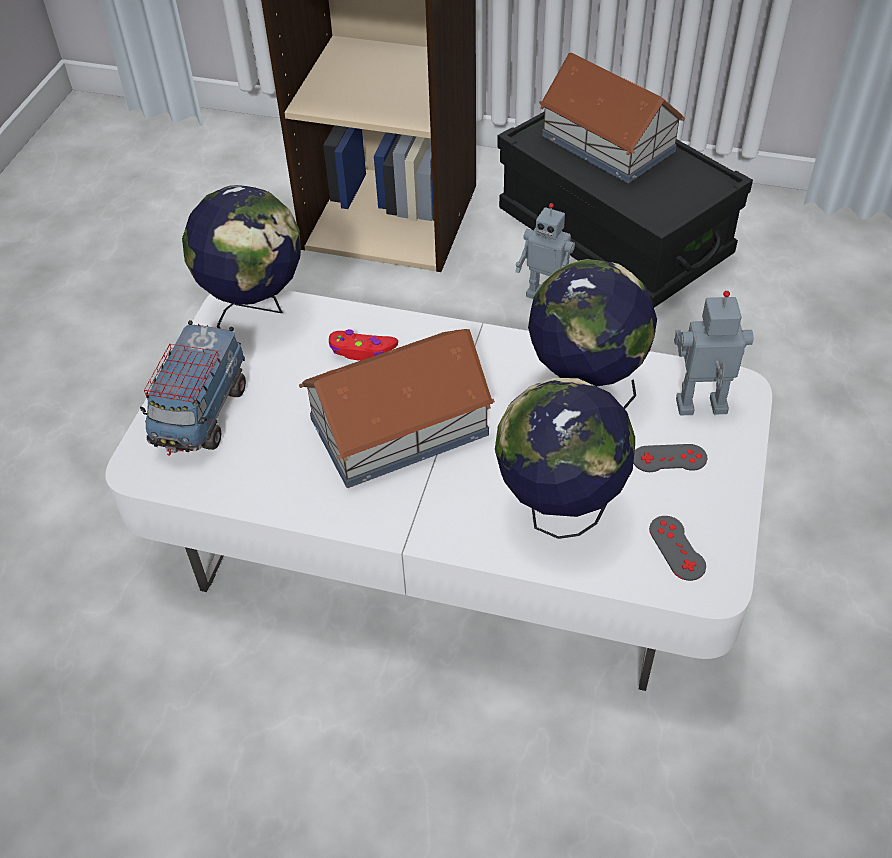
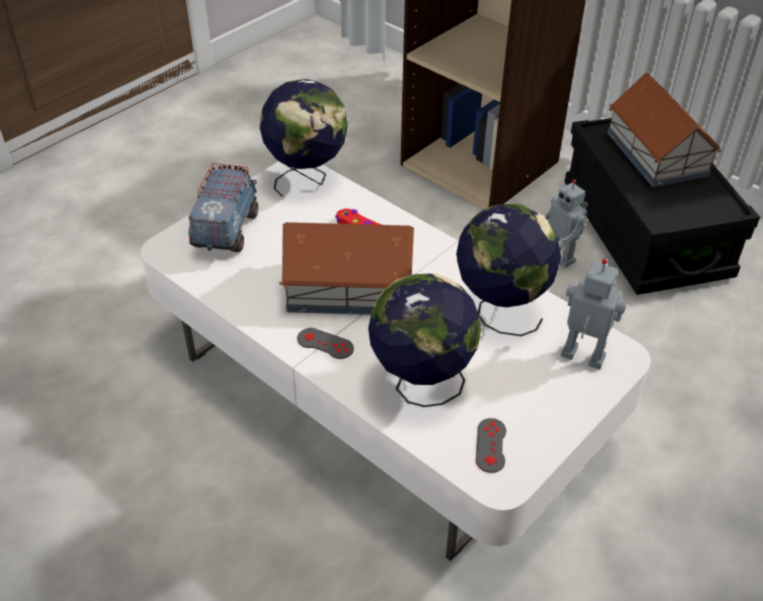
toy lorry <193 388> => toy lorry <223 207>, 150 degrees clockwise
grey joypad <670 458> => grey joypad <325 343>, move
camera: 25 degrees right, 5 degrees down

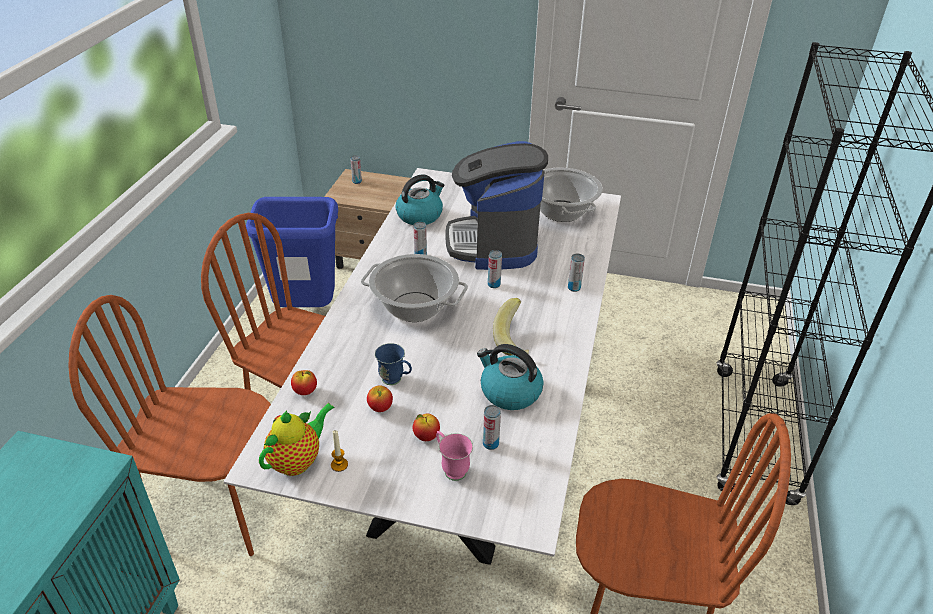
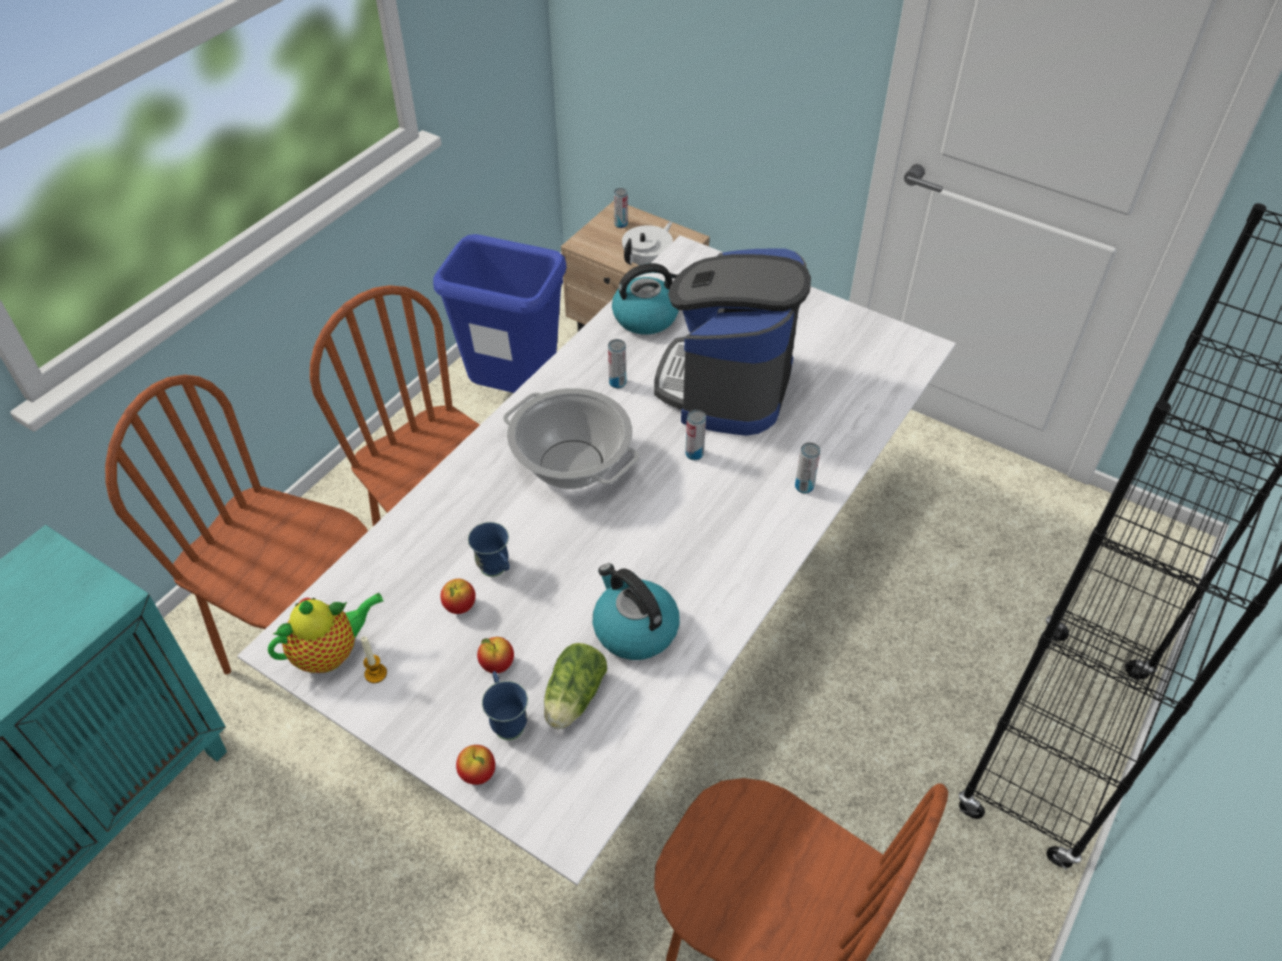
saucepot <571 195> => nothing
whole banana <511 326> => nothing
whole apple <304 382> => whole apple <475 765>, move
can <492 427> => head of lettuce <575 686>
pink-coloured coffee mug <454 456> => blue-coloured coffee mug <505 705>
nothing => whitish tea pot <647 243>
camera: 20 degrees right, 10 degrees up

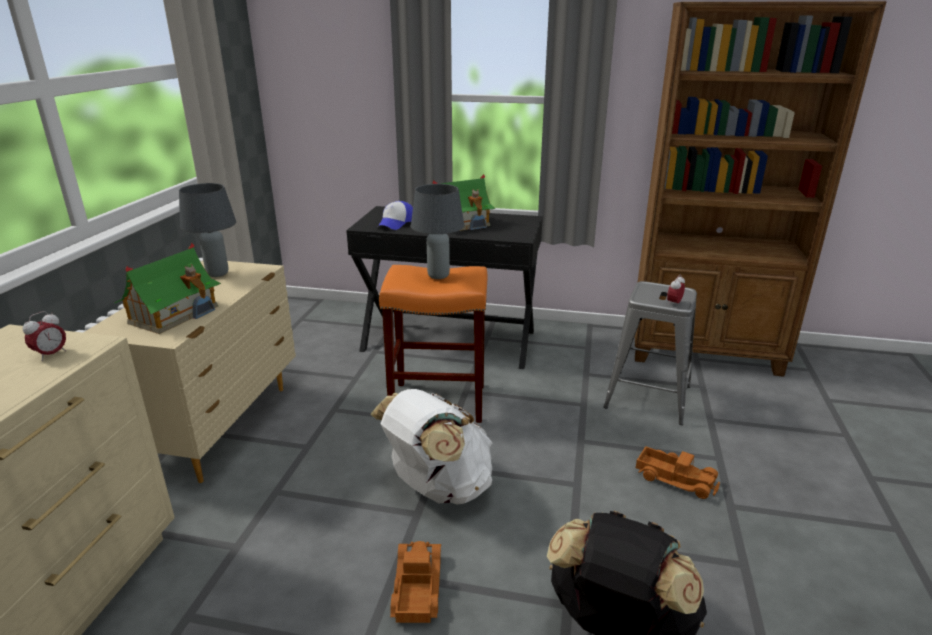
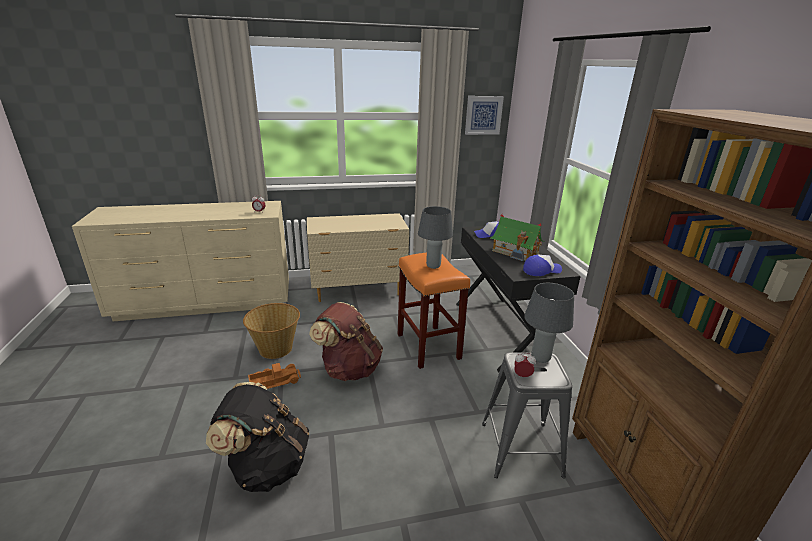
grey table lamp <207 230> => grey table lamp <549 323>, move
miniature house <167 288> => nothing
whitish knapsack <431 447> => brown-coloured knapsack <346 341>
toy lorry <678 472> => nothing
nothing => picture <484 115>
nothing => baseball cap <542 265>
nothing => household basket <271 331>
camera: 65 degrees right, 0 degrees up

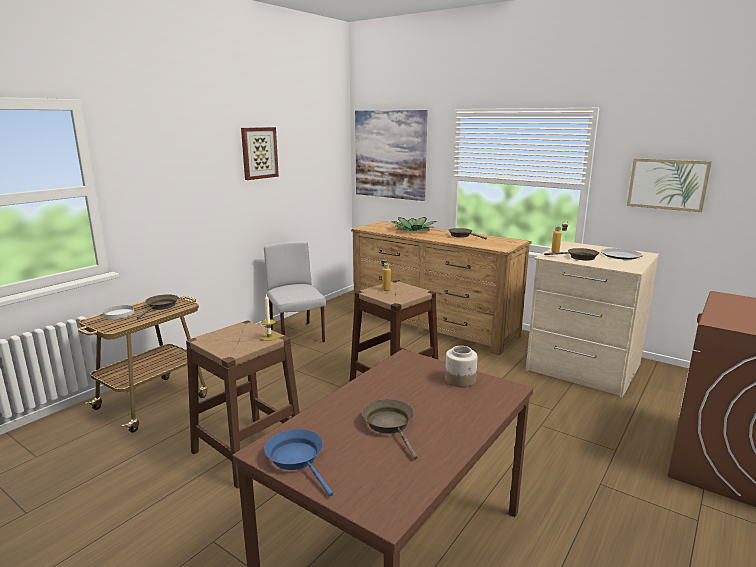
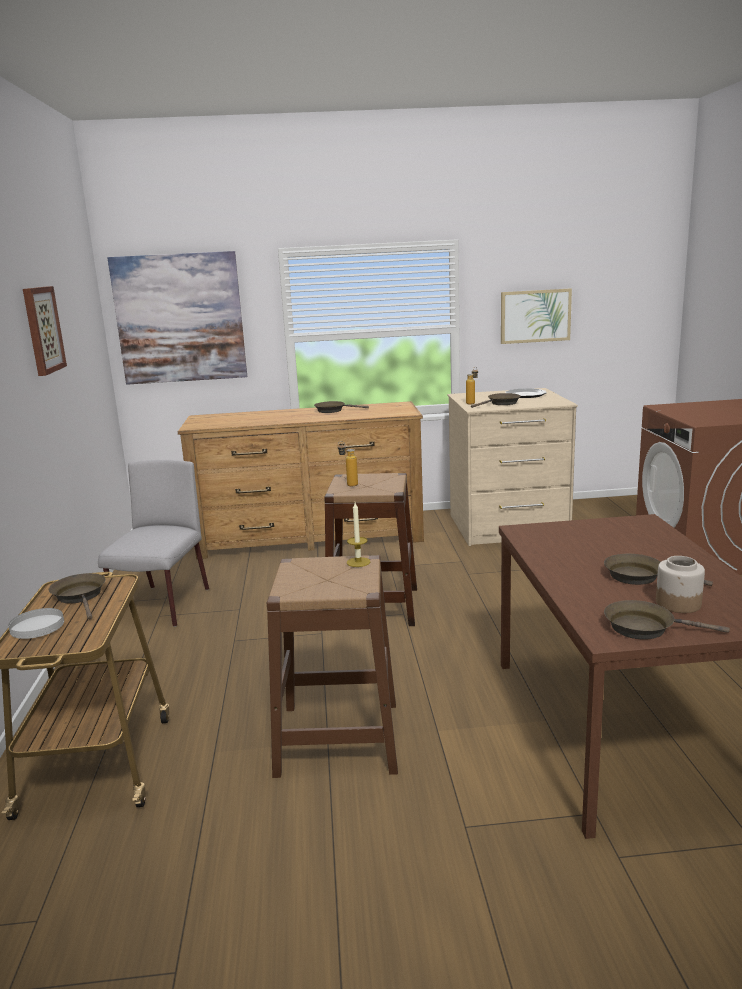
houseplant <413 224> => nothing
grey chair <295 292> => grey chair <153 543>, 75 degrees clockwise
jar <461 366> => jar <680 584>, move
blue-coloured pan <298 462> => brown-coloured pan <667 620>
camera: 40 degrees left, 0 degrees up

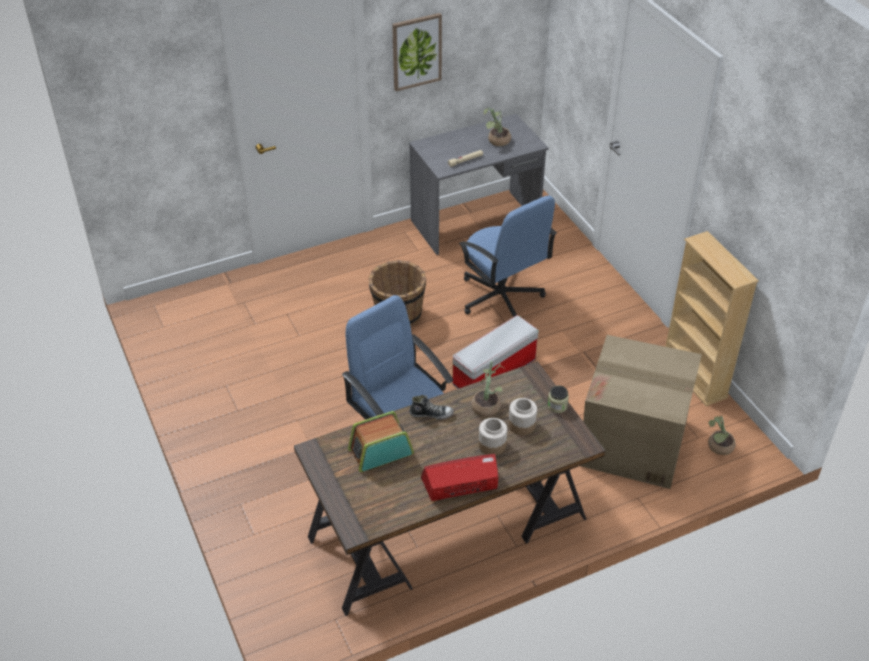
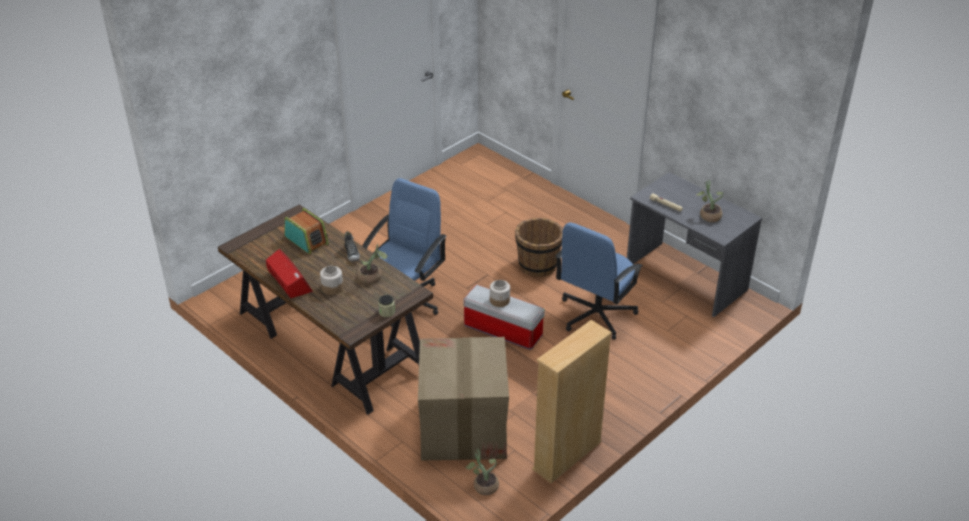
picture <417 52> => nothing
jar <522 416> => jar <500 293>, move
camera: 70 degrees right, 5 degrees down

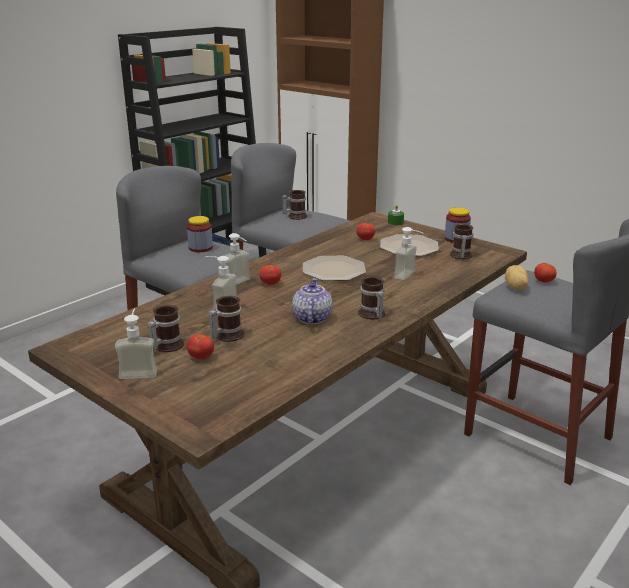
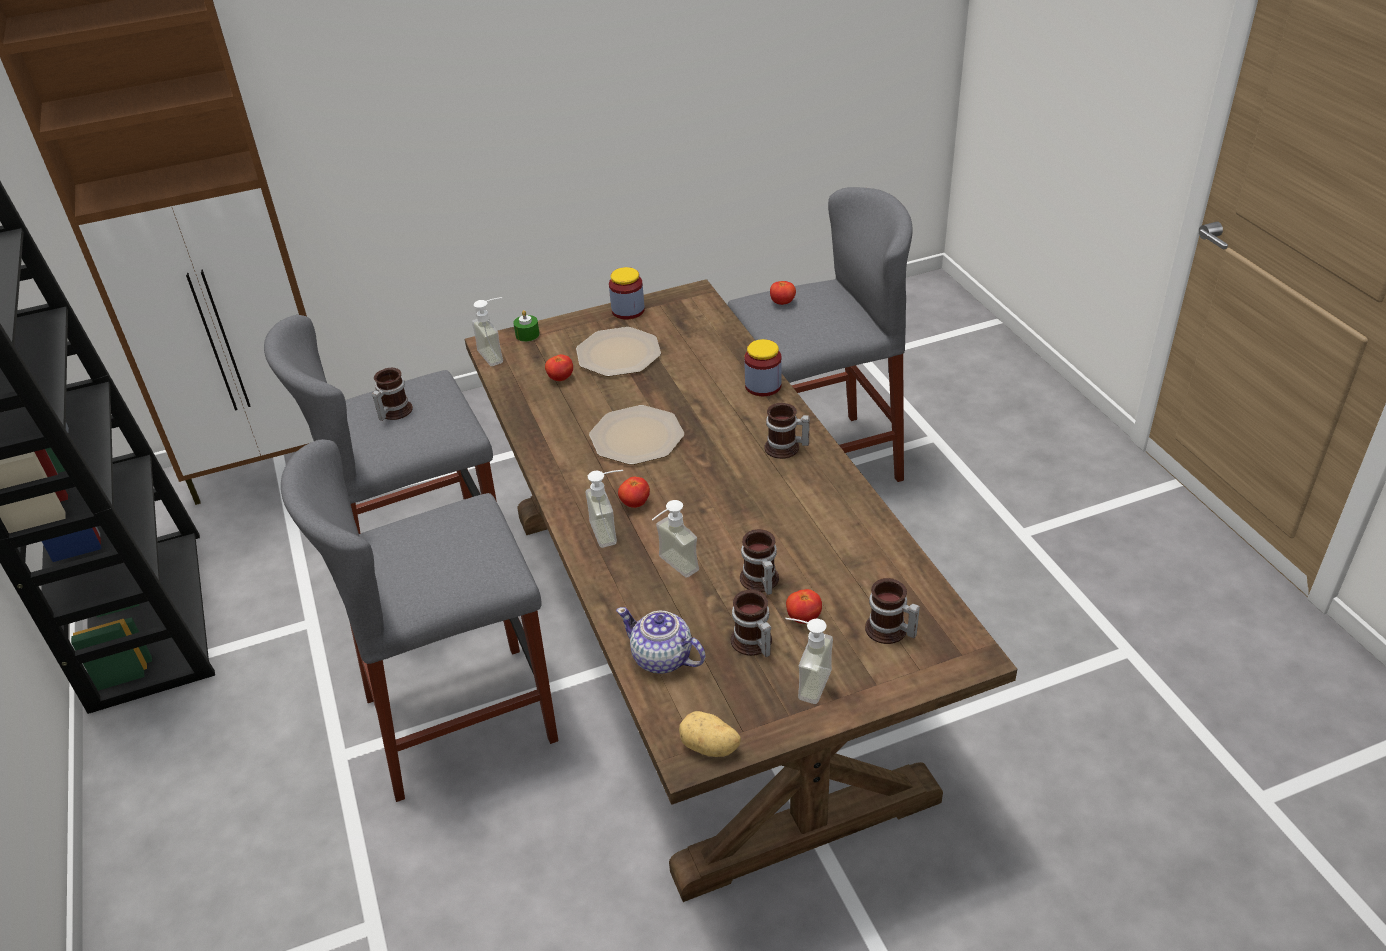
jar <200 234> => jar <763 367>, move
coffee mug <461 241> => coffee mug <892 611>, move
liquid soap bottle <409 253> => liquid soap bottle <487 331>, move
whole potato <516 277> => whole potato <710 734>, move
tea pot <312 301> => tea pot <661 640>, move
camera: 60 degrees left, 15 degrees up

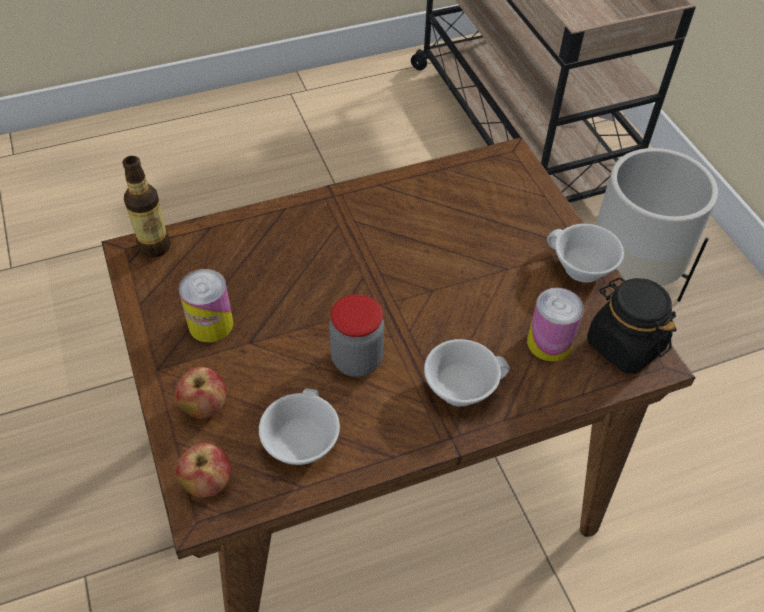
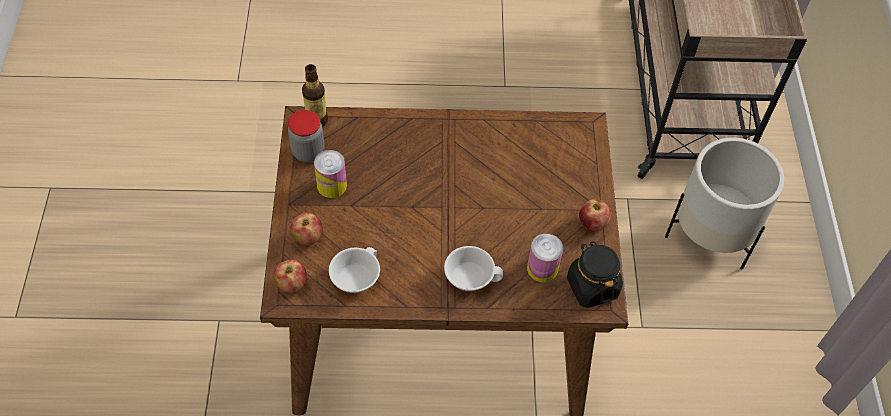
whitish small cup <585 253> => whole apple <595 215>
jar <356 335> => jar <306 136>, move
camera: 20 degrees right, 5 degrees up

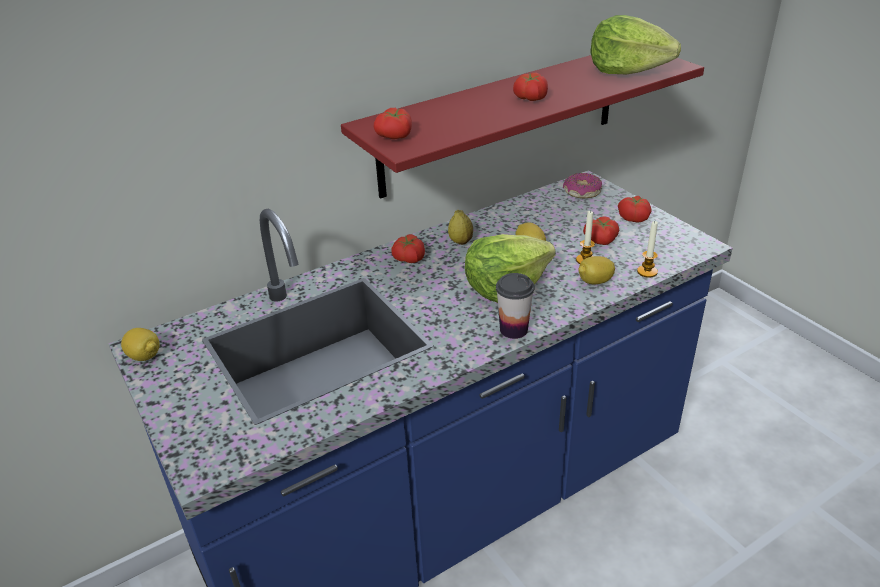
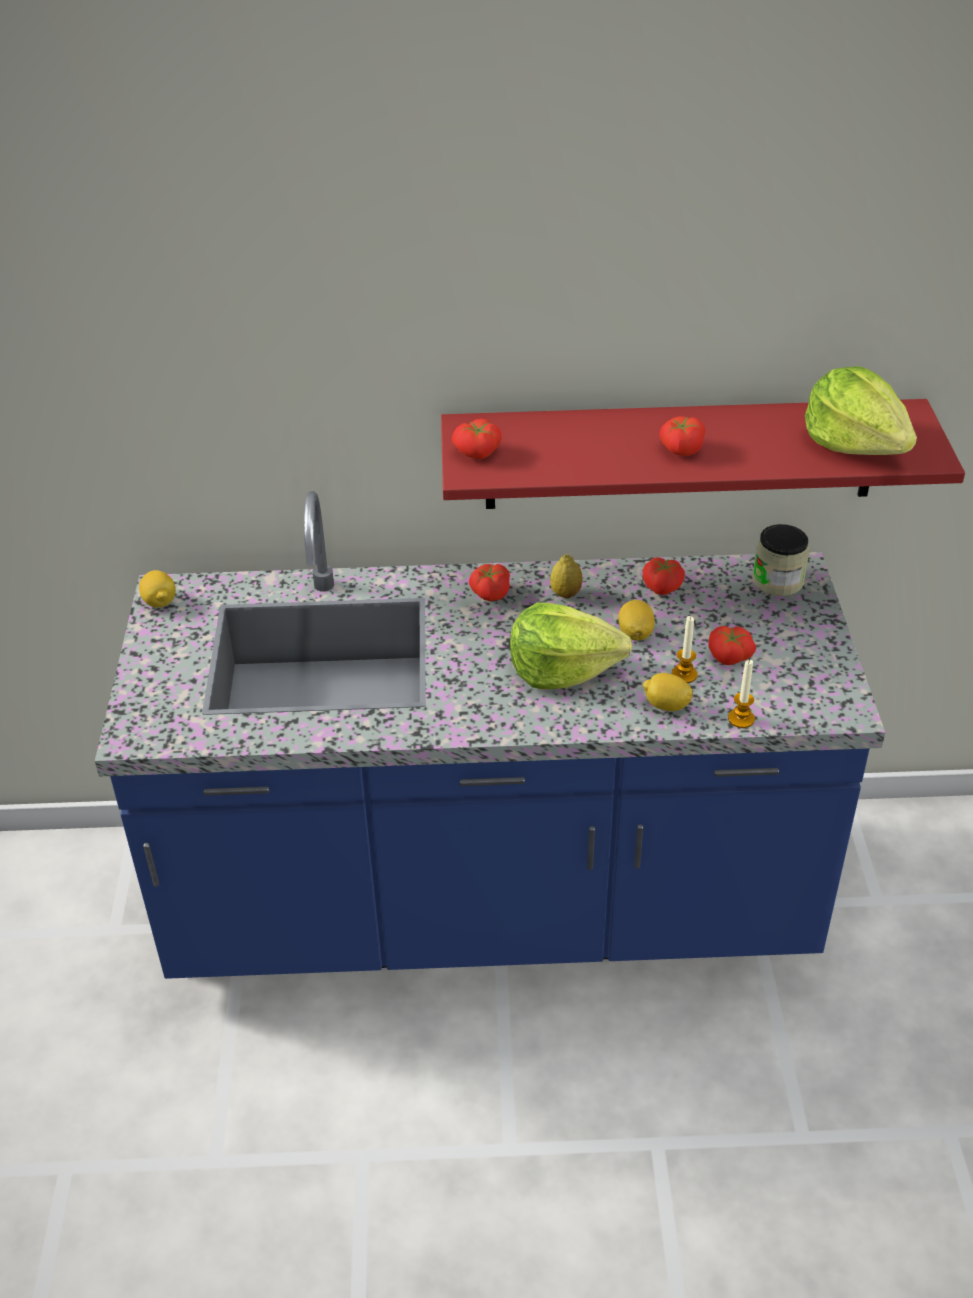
ring doughnut <582 185> => jar <781 560>
whole tomato <634 209> => whole tomato <664 576>, move
small cup <515 306> => nothing
camera: 30 degrees right, 5 degrees up

